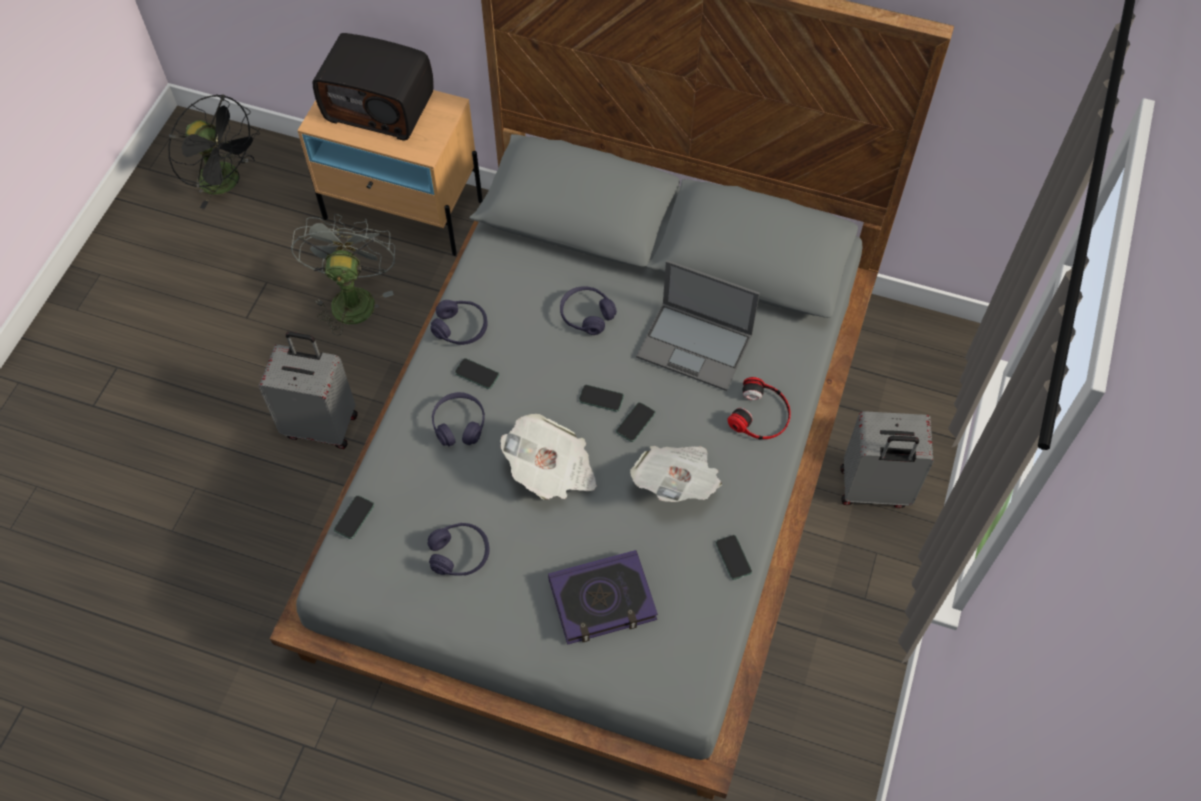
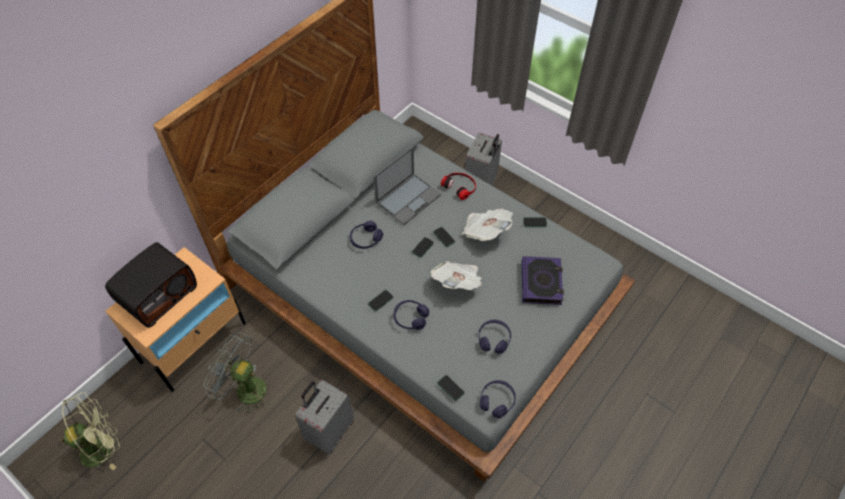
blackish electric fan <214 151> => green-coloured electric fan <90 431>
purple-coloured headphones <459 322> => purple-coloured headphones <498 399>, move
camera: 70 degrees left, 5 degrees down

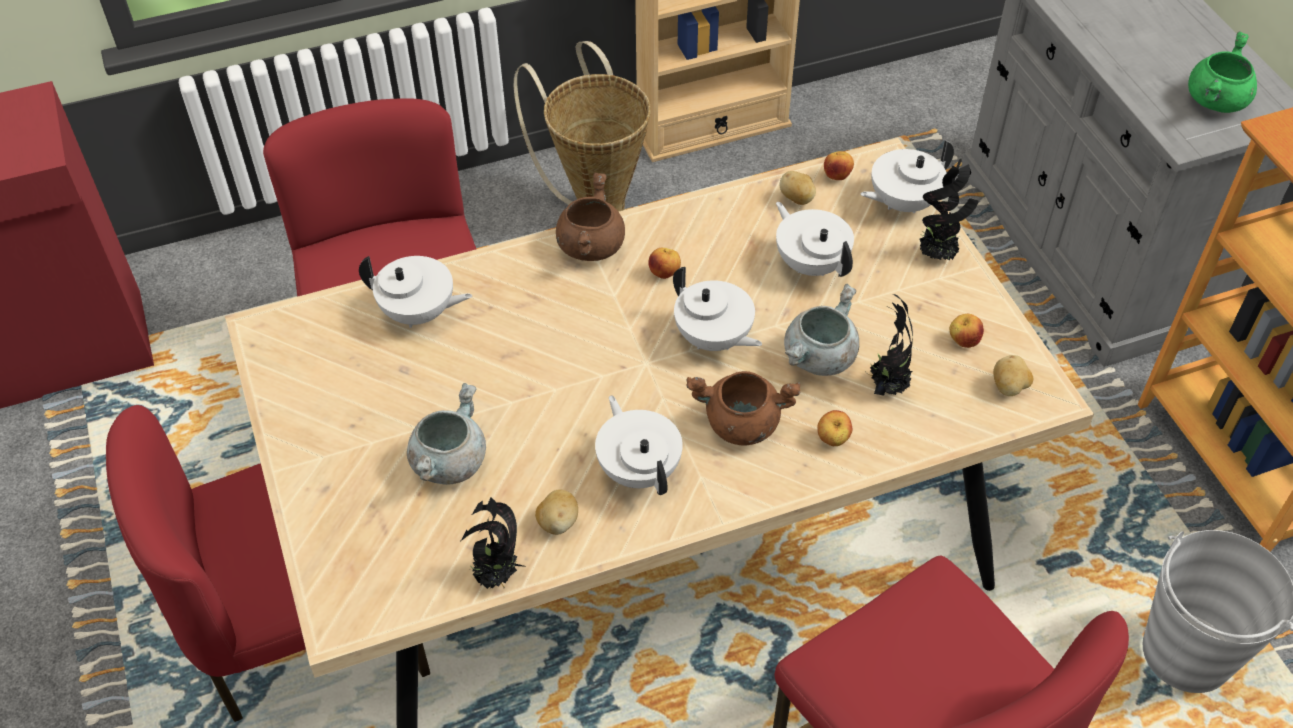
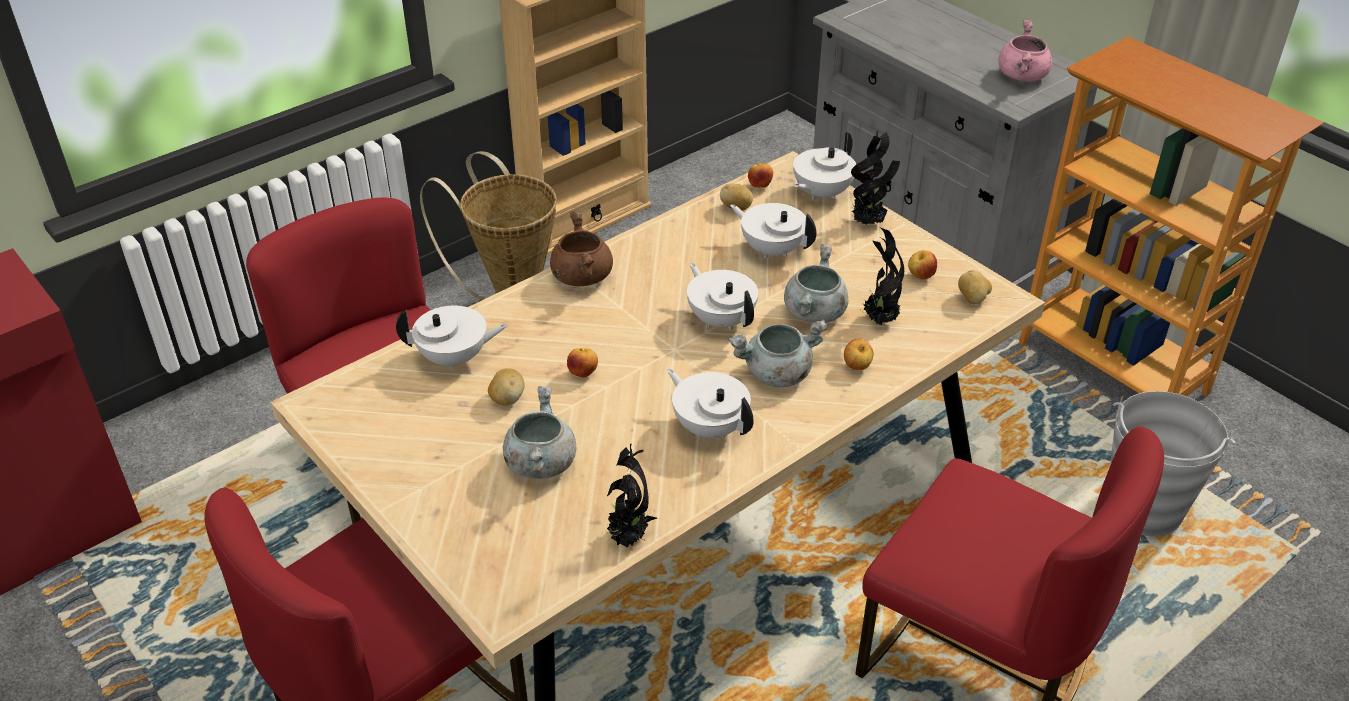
green-coloured saucepot <1222 72> => pink-coloured saucepot <1025 51>
whole apple <664 263> => whole apple <582 362>, move
whitish tea pot <717 309> => whitish tea pot <722 296>, 150 degrees counterclockwise
brown-coloured saucepot <743 408> => grey saucepot <778 353>
whole potato <556 512> => whole potato <506 386>, move
camera: 20 degrees left, 10 degrees down

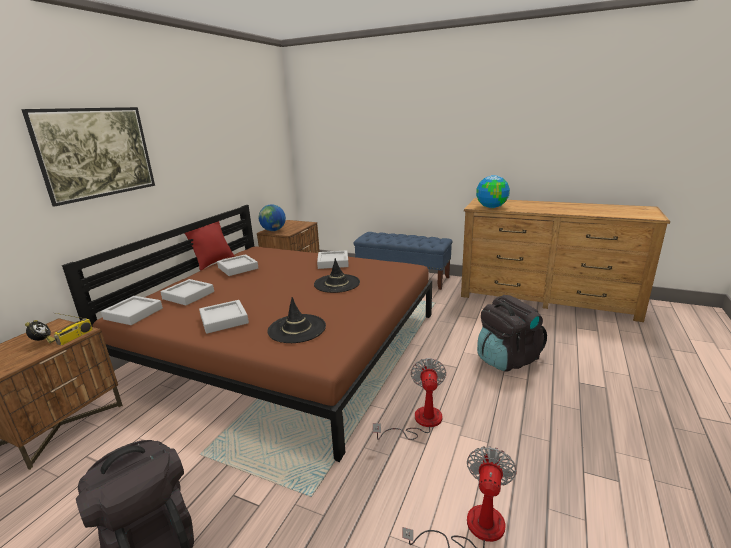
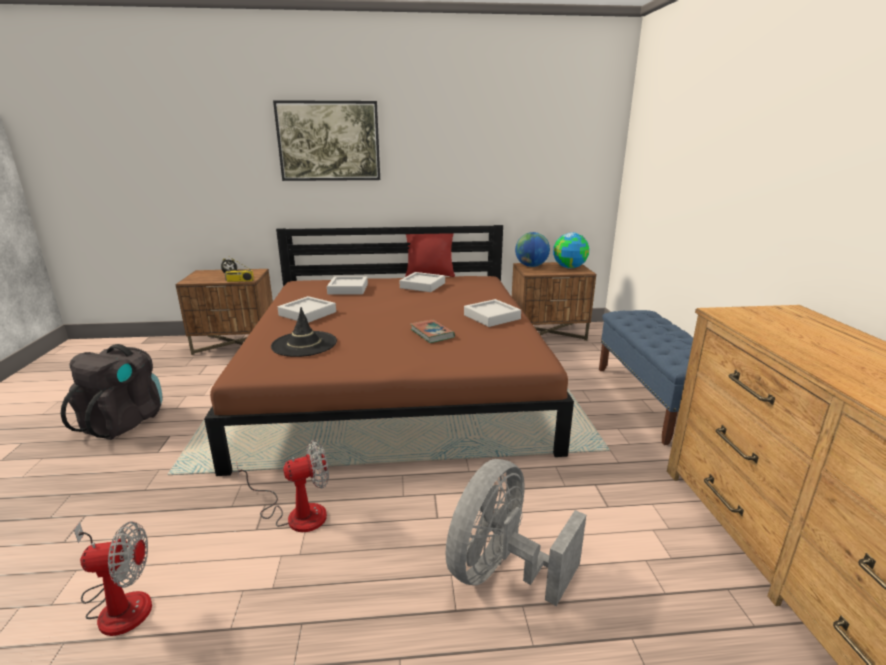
world globe <493 191> => world globe <571 251>, move
blackish wearable hat <337 275> => volume <432 331>
blackish knapsack <512 333> => grey electric fan <516 532>
grey serving tray <132 310> => nothing
camera: 60 degrees right, 0 degrees up

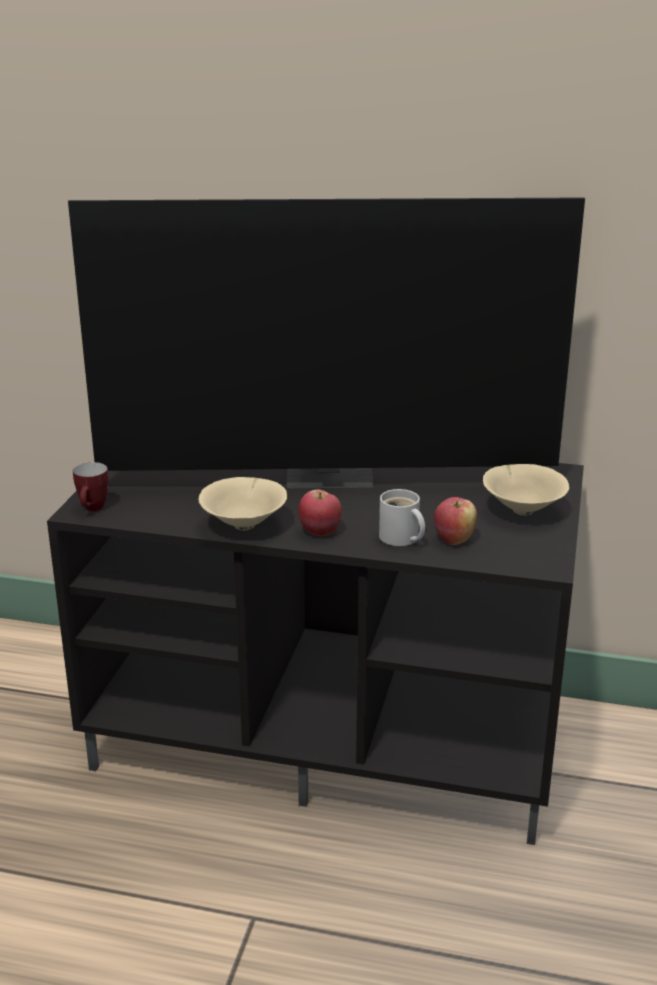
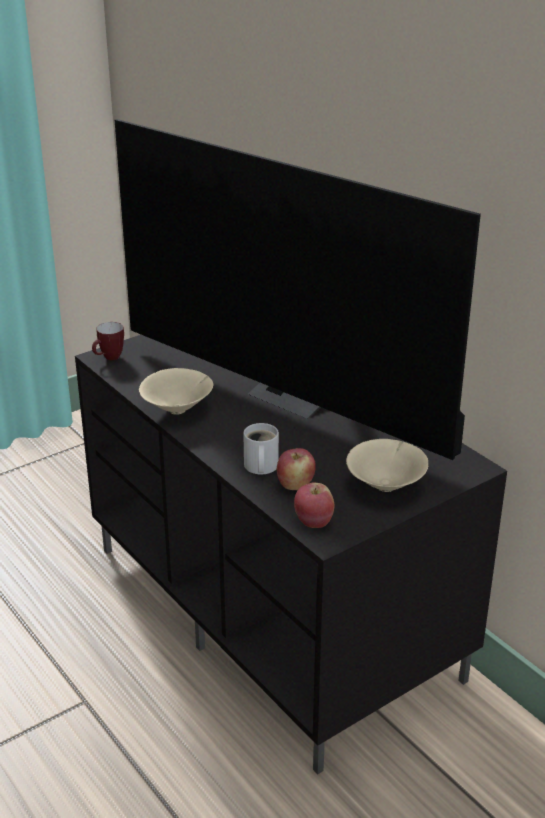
whole apple <320 512> => whole apple <314 505>, move
camera: 40 degrees right, 5 degrees up

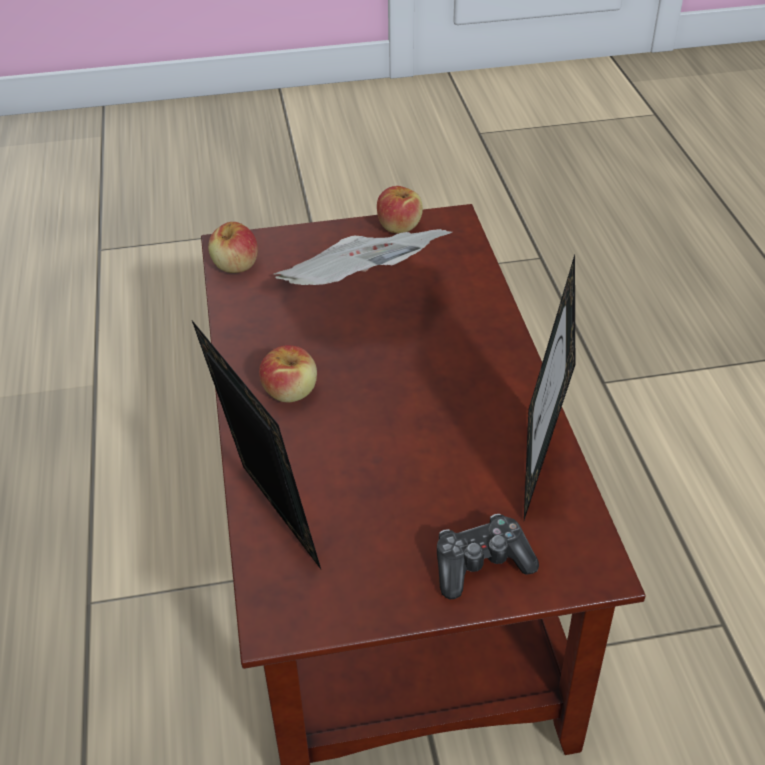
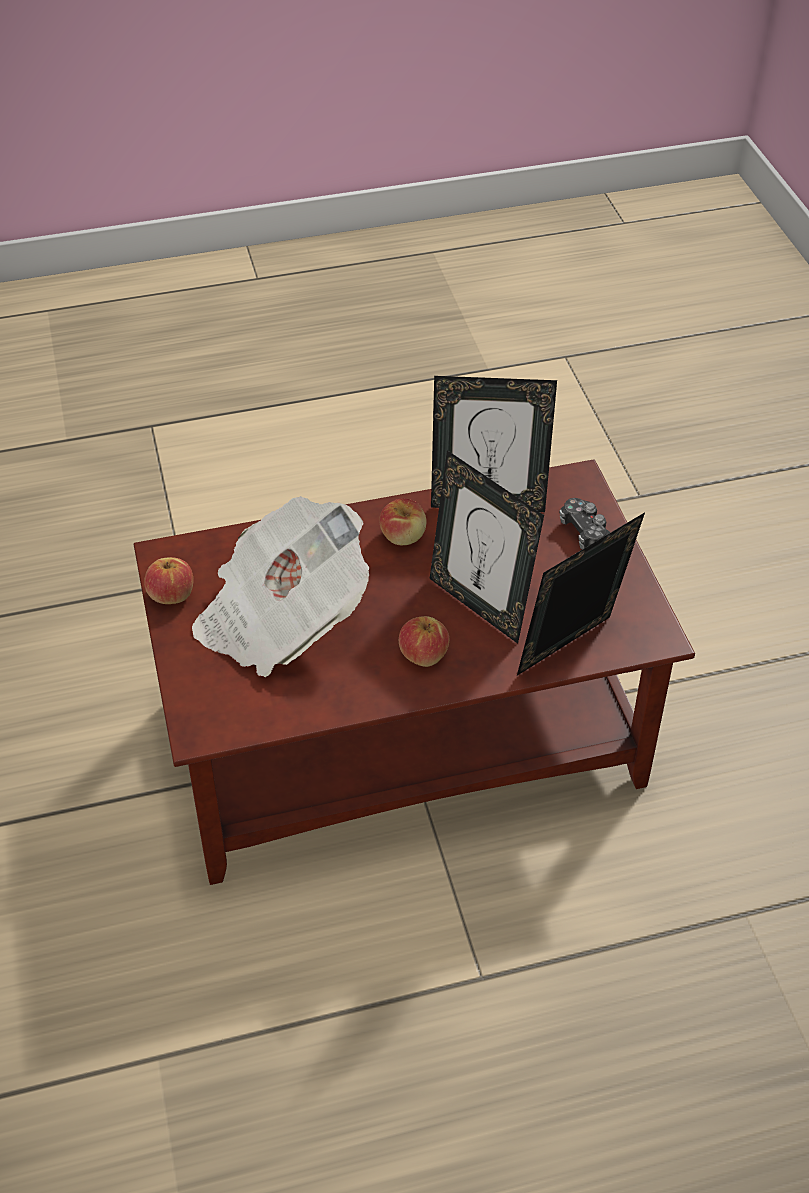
whole apple <233 247> => whole apple <403 522>, move
nothing => picture frame <486 547>
camera: 95 degrees left, 5 degrees up

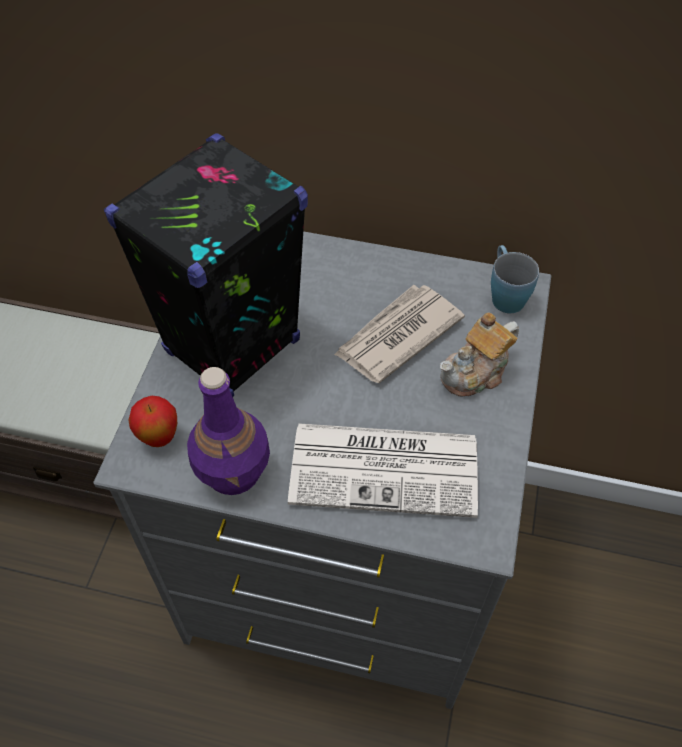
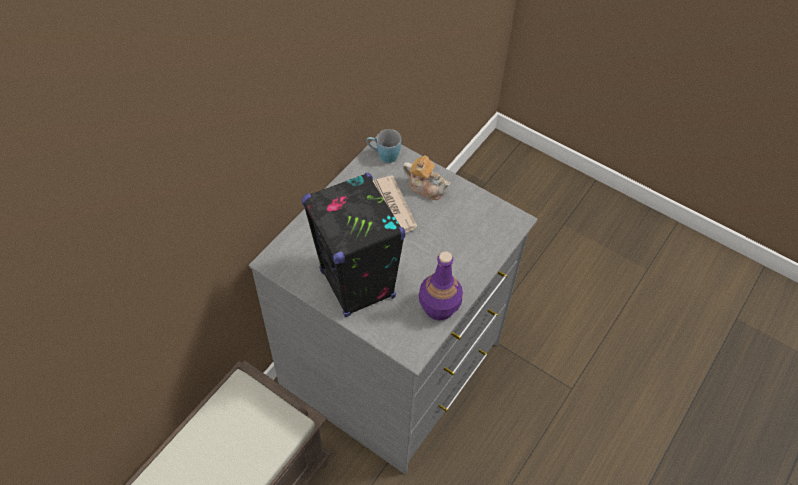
tea pot <479 354> => tea pot <426 178>, 45 degrees counterclockwise
whole apple <152 421> => nothing
printed paper <383 471> => nothing
camera: 70 degrees left, 0 degrees up

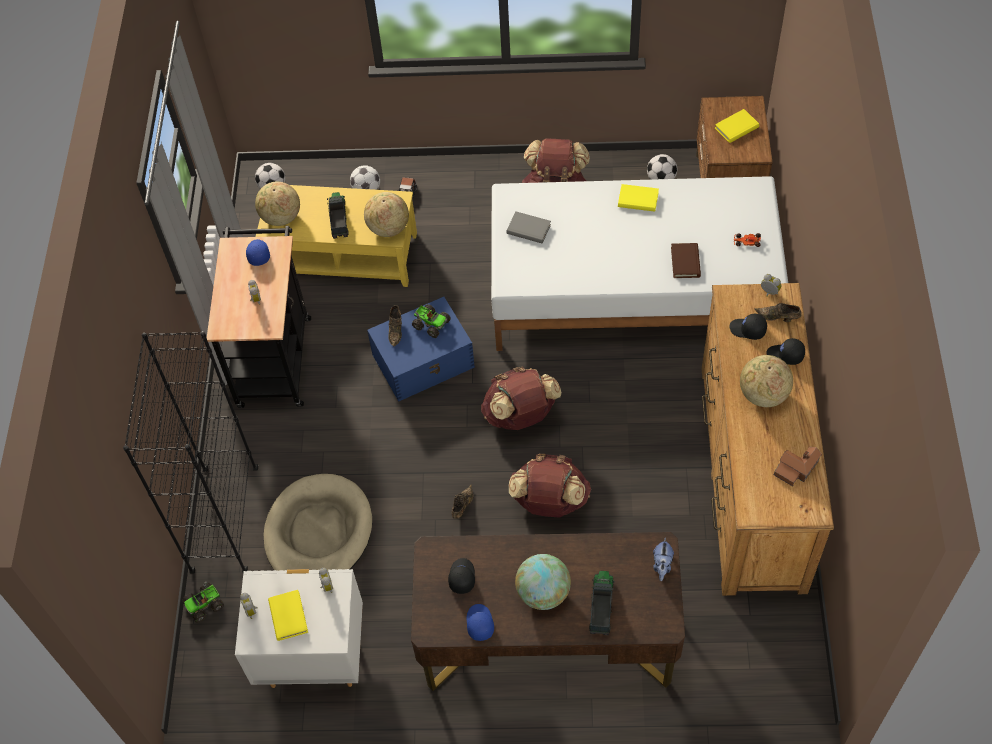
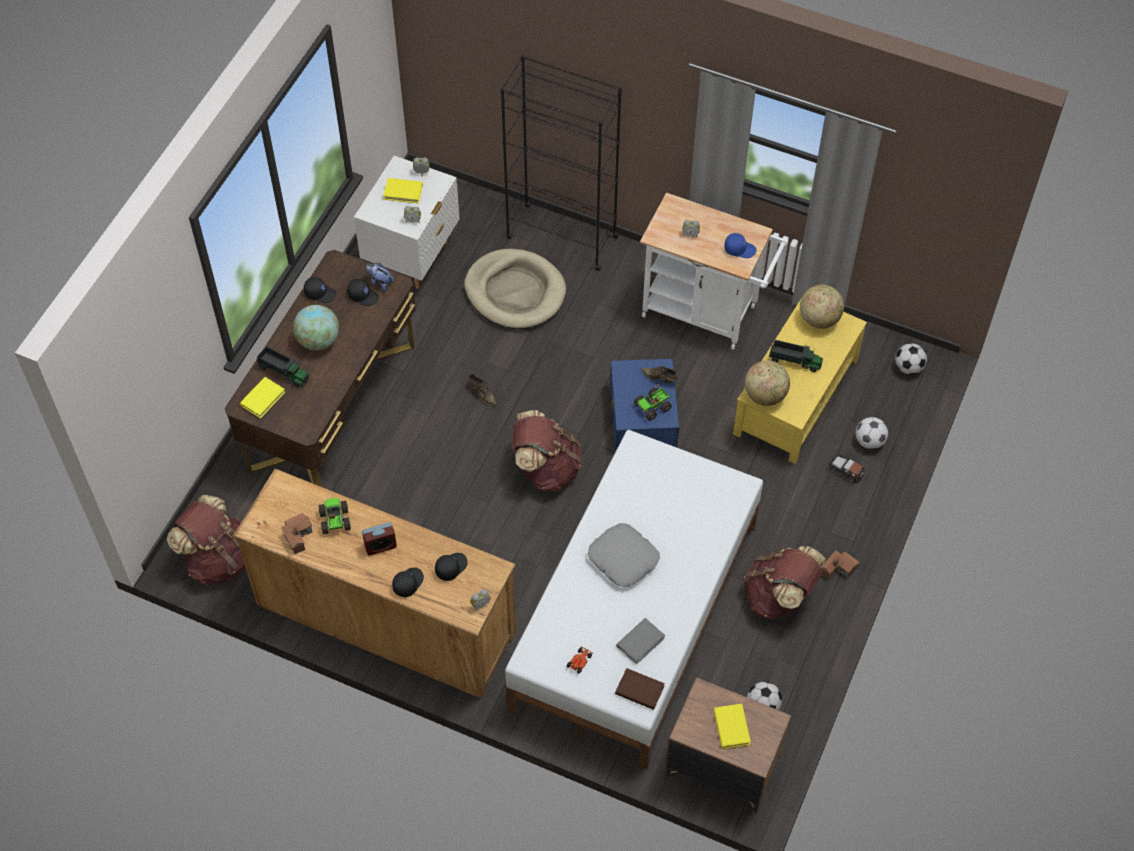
yellow-coloured volume <638 198> => yellow-coloured volume <262 397>, move
grey volume <529 227> => grey volume <640 641>, move
blackish cart <259 317> => whitish cart <714 271>
brown-coloured volume <686 260> => brown-coloured volume <640 689>, move
brown-coloured low shoe <778 312> => nothing
world globe <766 381> => bedside clock <379 539>
brown-coloured knapsack <550 485> => brown-coloured knapsack <206 540>, move
cuddly toy <663 559> => cuddly toy <380 277>, move
toy lorry <203 602> => toy lorry <335 516>, move
blue-coloured baseball cap <480 622> => blackish baseball cap <320 290>
nothing => grey cushion <624 555>
nothing => miniature house <840 565>
camera: 110 degrees right, 0 degrees up

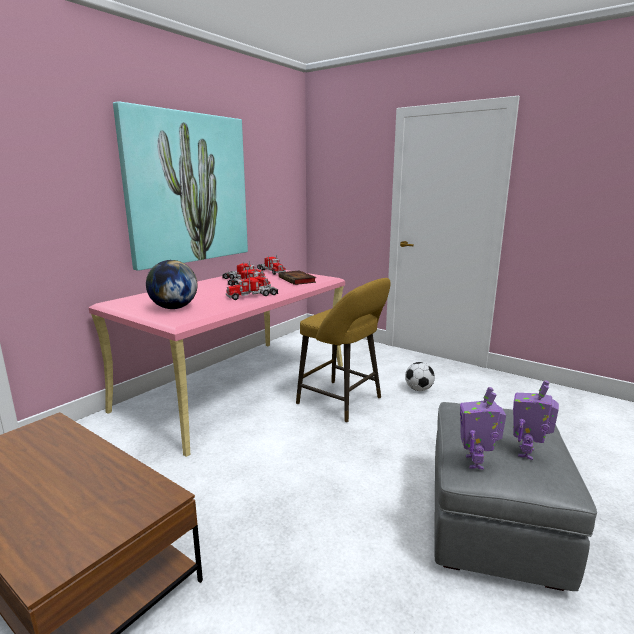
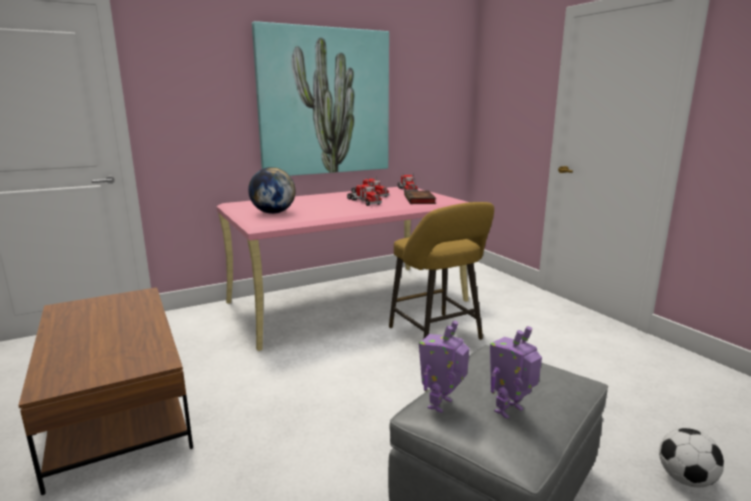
toy lorry <252 288> => nothing
ball for football <420 376> => ball for football <691 457>, move
camera: 25 degrees right, 0 degrees up

